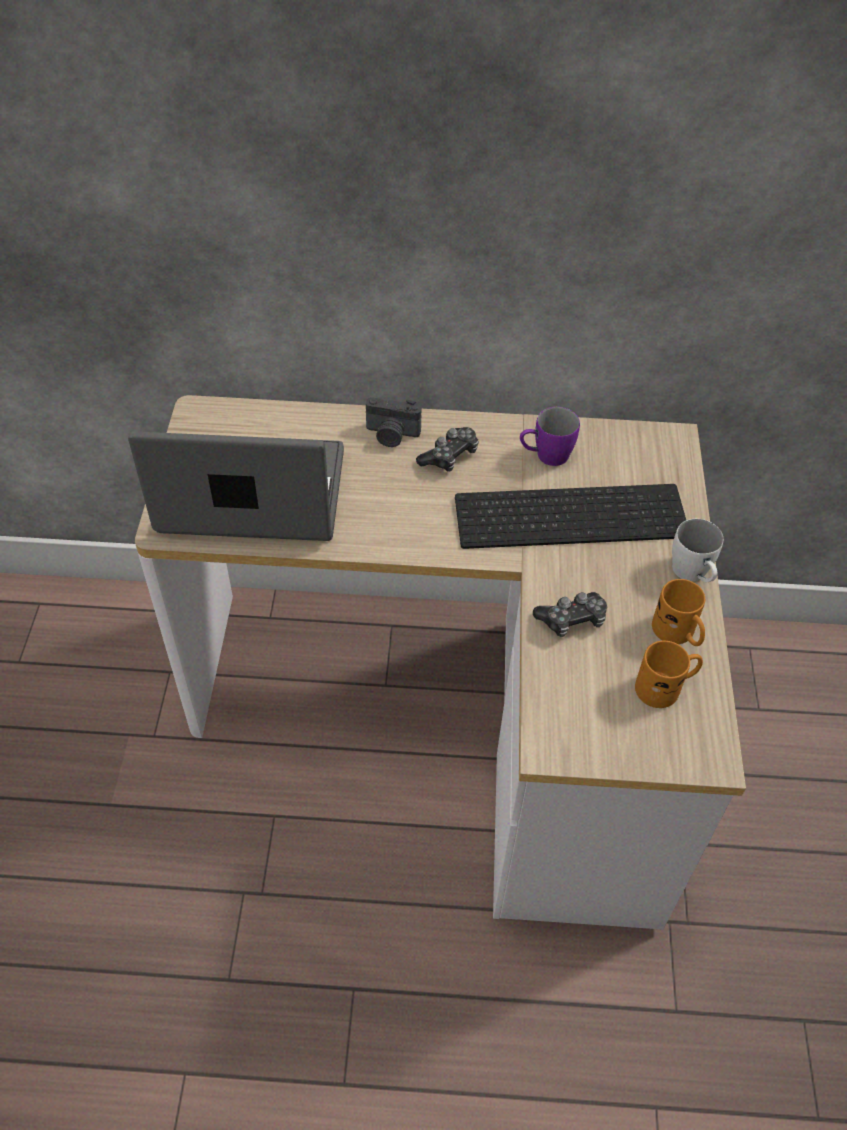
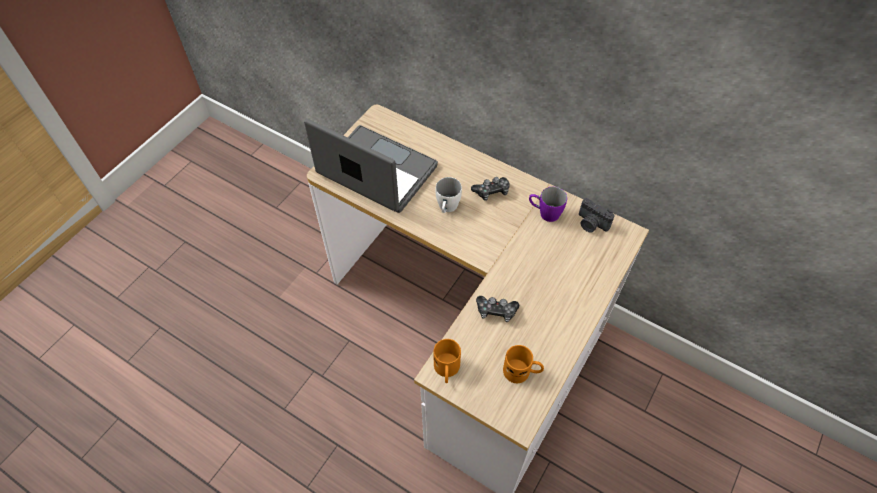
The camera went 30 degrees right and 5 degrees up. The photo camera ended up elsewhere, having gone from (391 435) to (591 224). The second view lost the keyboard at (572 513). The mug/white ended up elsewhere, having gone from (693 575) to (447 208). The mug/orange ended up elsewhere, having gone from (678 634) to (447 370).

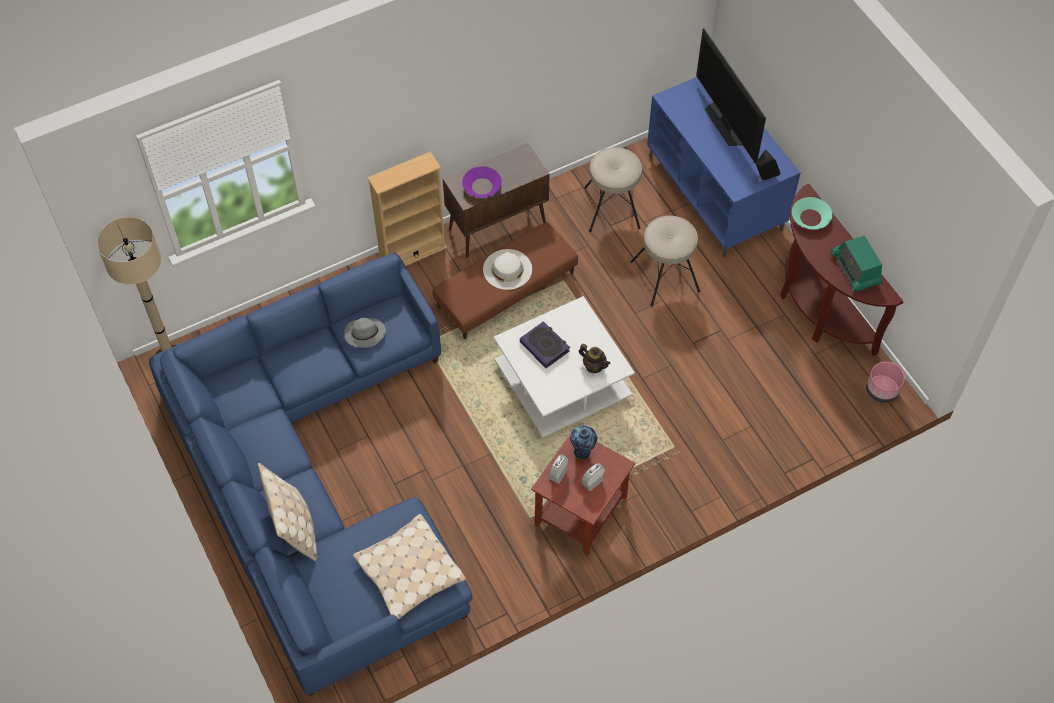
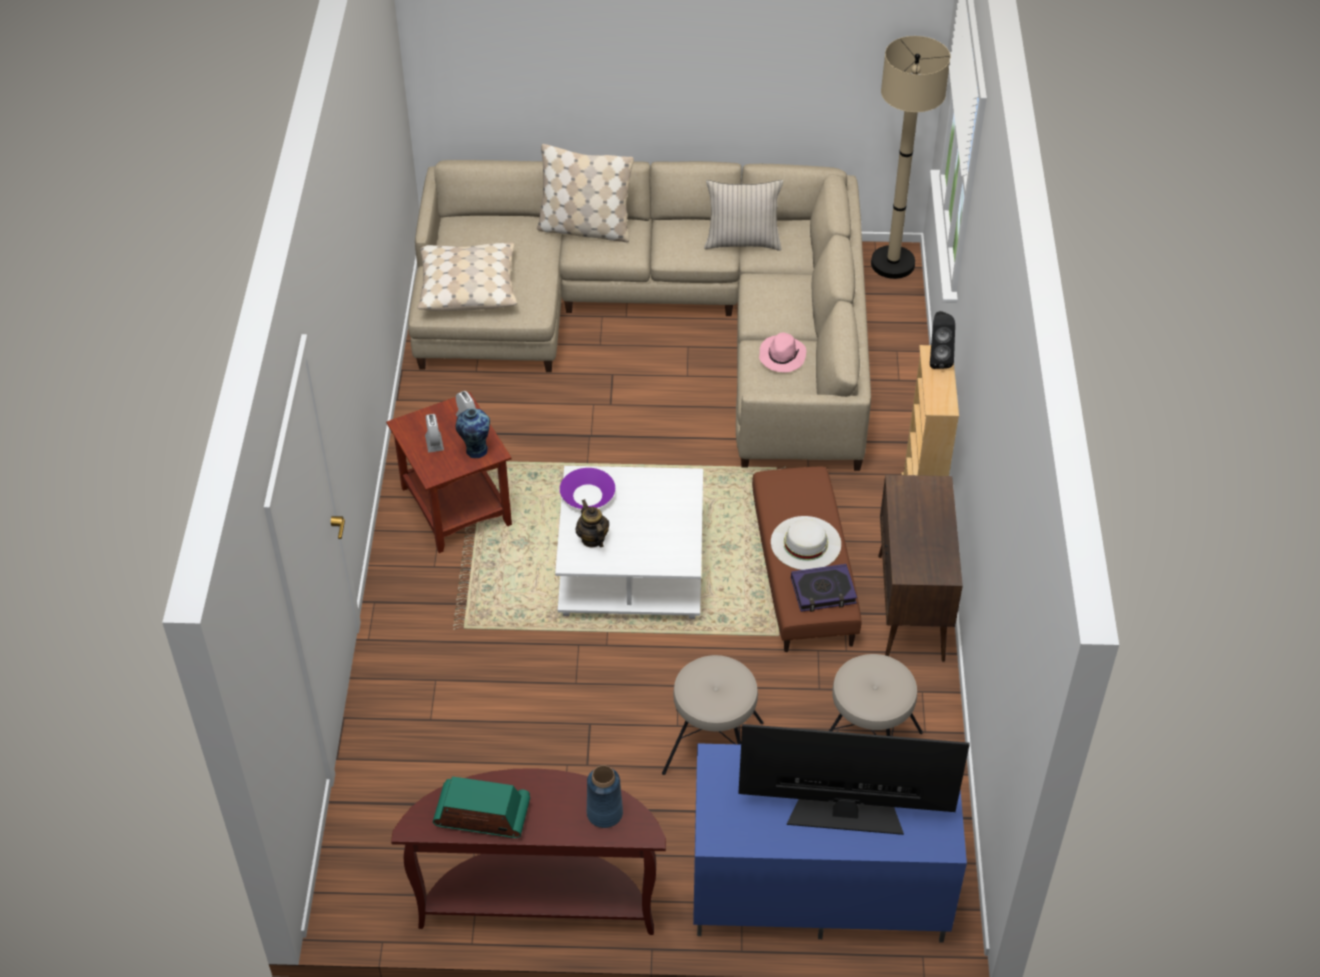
The camera went 120 degrees right and 10 degrees down. The speaker/black ended up elsewhere, having gone from (764 178) to (938 359). The bowl/purple ended up elsewhere, having gone from (482 186) to (587 495). Where the bowl/turquoise stood at (810 217), the vase/blue came to stand at (604 813). What was the sofa/blue at (316 481) turned into the sofa/beige at (662 319). What was the hat/grey at (364 334) turned into the hat/pink at (782 356). The book ended up elsewhere, having gone from (545 346) to (823 591). The teapot at (594 366) ended up facing another way, 90 degrees clockwise from before. The second view lost the planter/pink at (881 391). The second view gained the pillow/beige at (742 241).

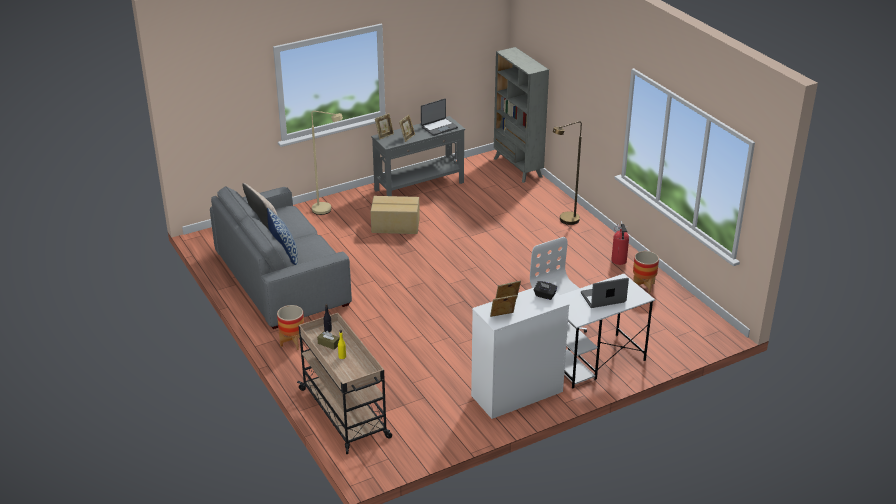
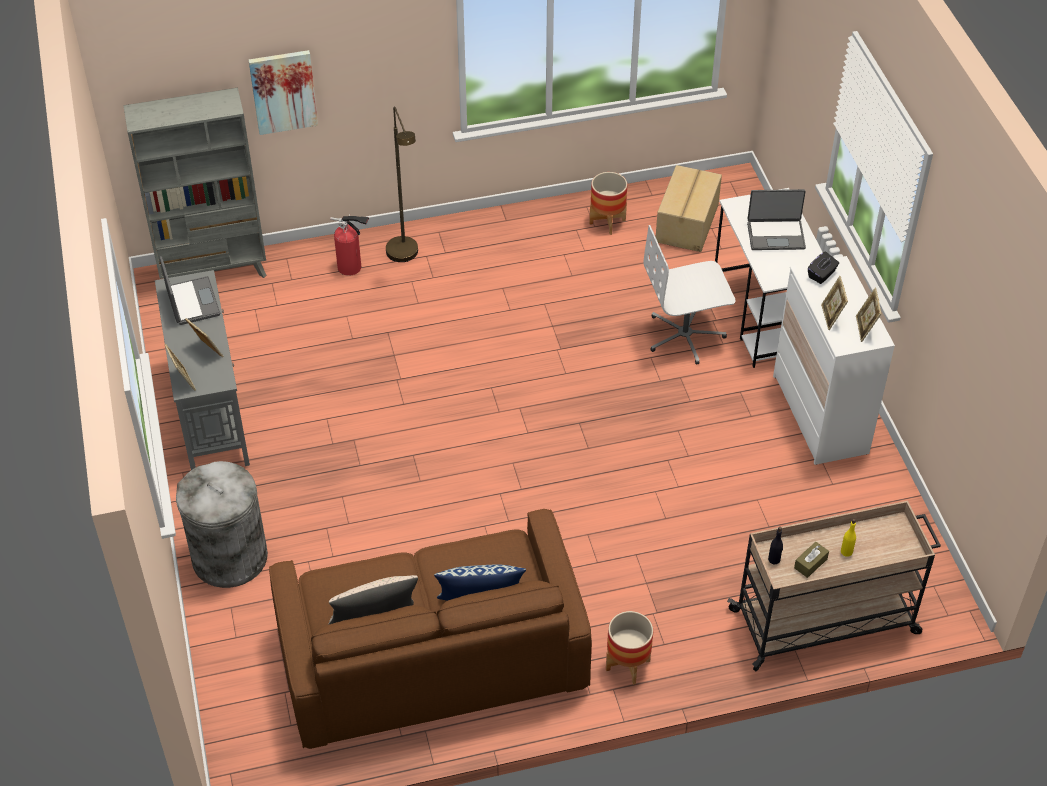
The camera went 75 degrees left and 15 degrees up. Where the floor lamp/beige stood at (327 210), the trash can/grey came to stand at (229 557). What was the sofa/grey at (281 278) turned into the sofa/brown at (431 658). The cardboard box ended up elsewhere, having gone from (395 226) to (688 223). The fire extinguisher ended up elsewhere, having gone from (619 261) to (352 267). The laptop at (603 298) ended up facing another way, 90 degrees counterclockwise from before. The second view gained the picture at (283 91).

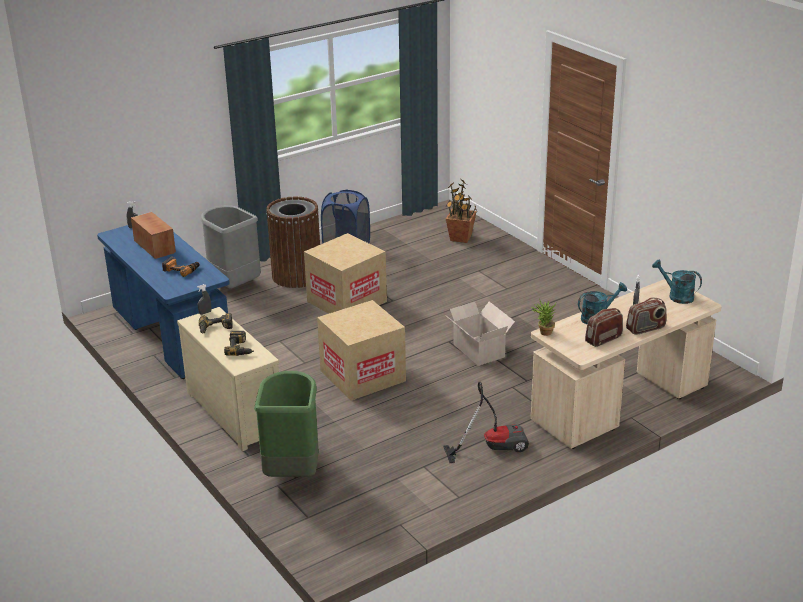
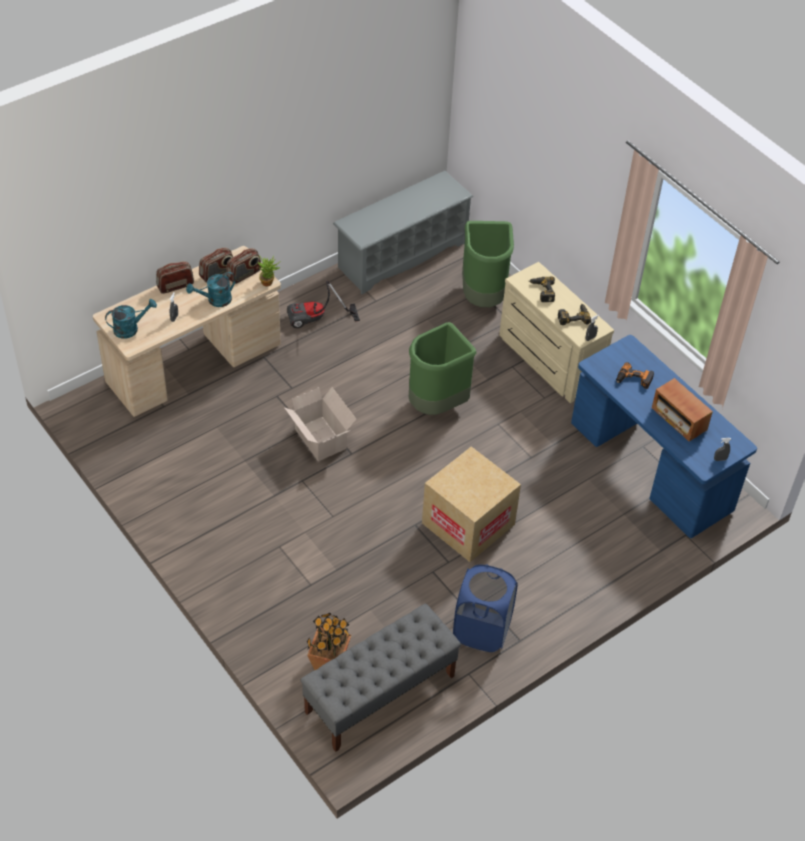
The camera went 175 degrees right and 20 degrees up. The second view lost the trash can/brown at (297 275). The second view lost the trash can/grey at (233 285). The watering can/turquoise at (676 296) ended up facing another way, 60 degrees counterclockwise from before. Where the cardboard box stood at (362 376), the trash can/green came to stand at (437 404). The second view gained the shoe rack/grey at (402 255). The second view gained the radio at (244 274). The second view gained the bench/grey at (379 694).

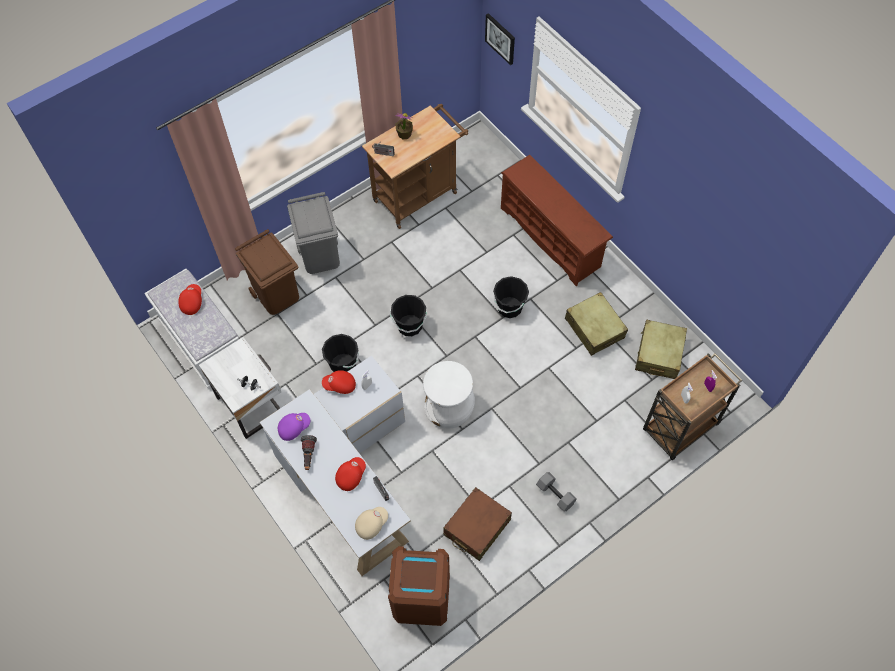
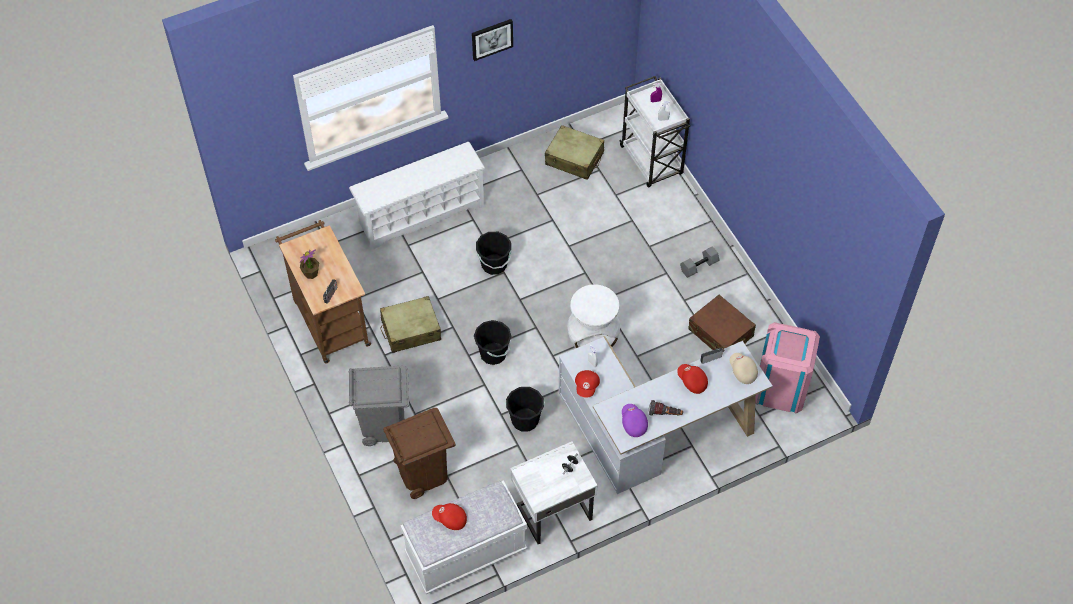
The camera went 80 degrees left and 5 degrees down. The picture ended up elsewhere, having gone from (500 38) to (492 38). What was the shoe rack/brown at (551 237) turned into the shoe rack/white at (421 214). The suitcase/beige ended up elsewhere, having gone from (594 328) to (410 330). What was the cart/brown at (679 428) turned into the cart/white at (652 161). What was the trash can/brown at (421 597) turned into the trash can/pink at (780 388).

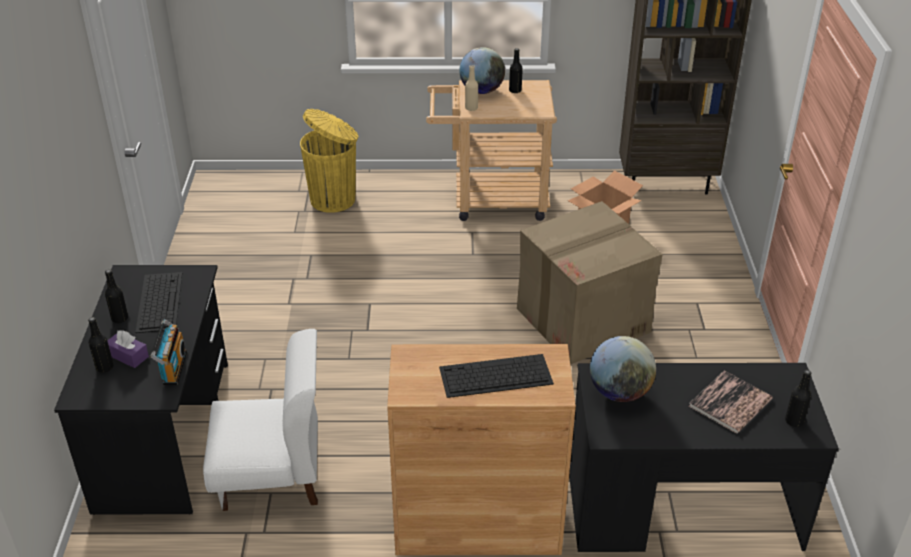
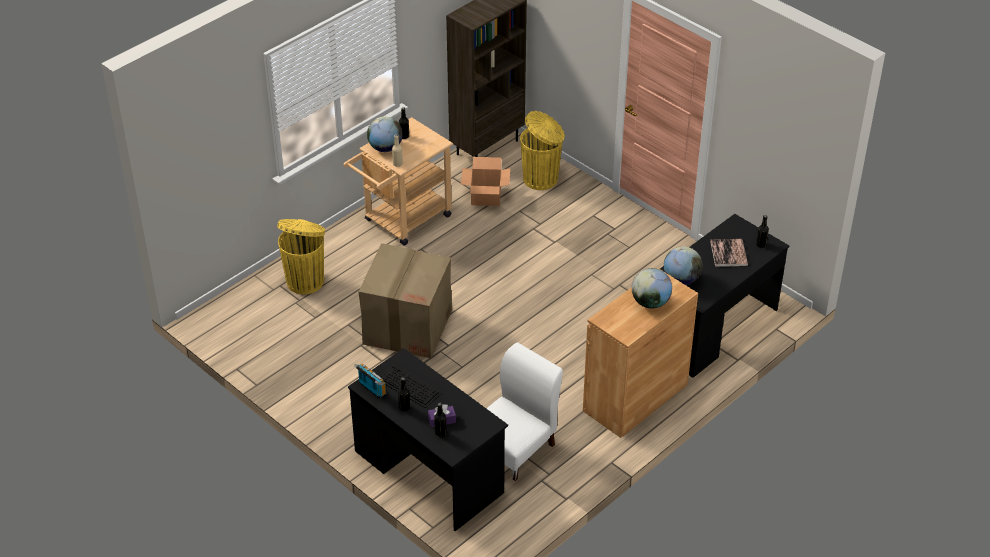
The camera went 45 degrees left and 5 degrees up. The cardboard box ended up elsewhere, having gone from (584 320) to (408 326). The radio ended up elsewhere, having gone from (172 368) to (371 389). Where the keyboard stood at (494 376), the globe came to stand at (650 303). The second view gained the trash can/yellow at (541 179).

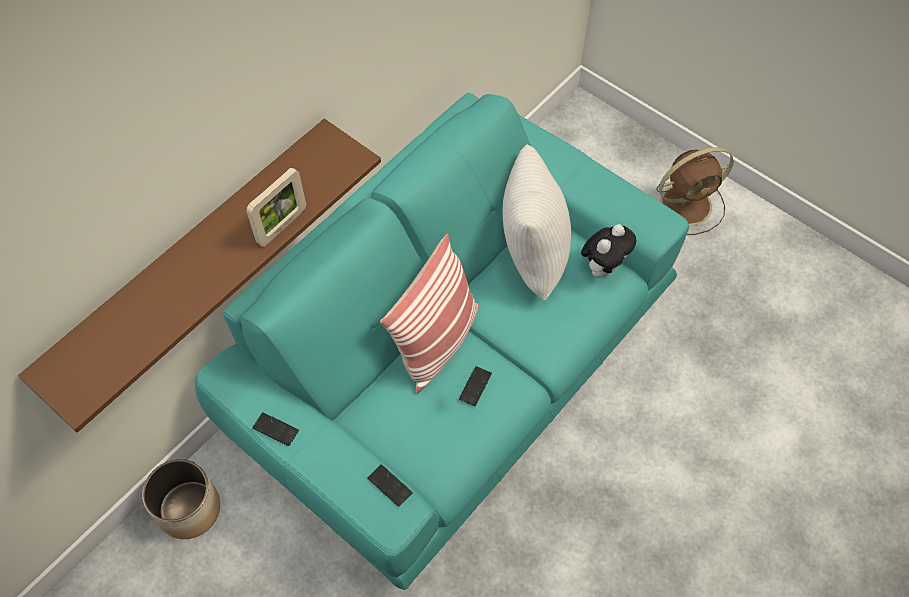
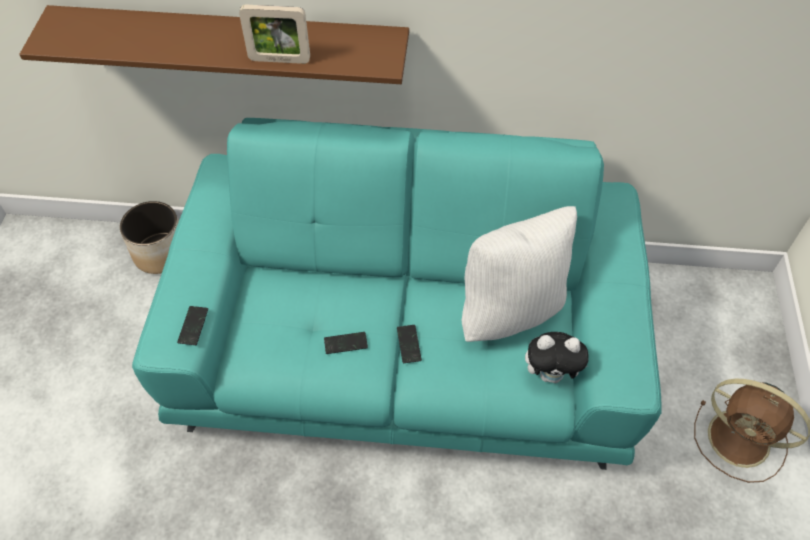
The camera went 55 degrees right and 5 degrees down. The second view lost the pillow at (437 342). The phone ended up elsewhere, having gone from (276 429) to (409 344).

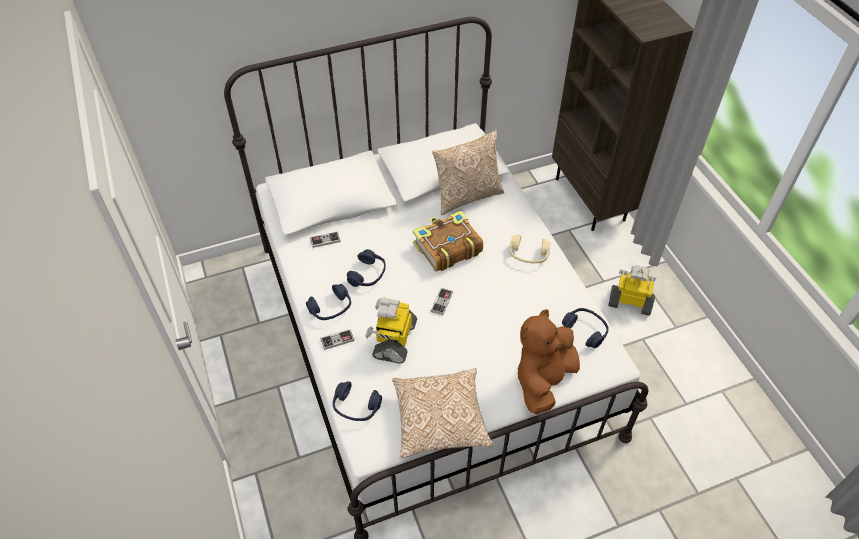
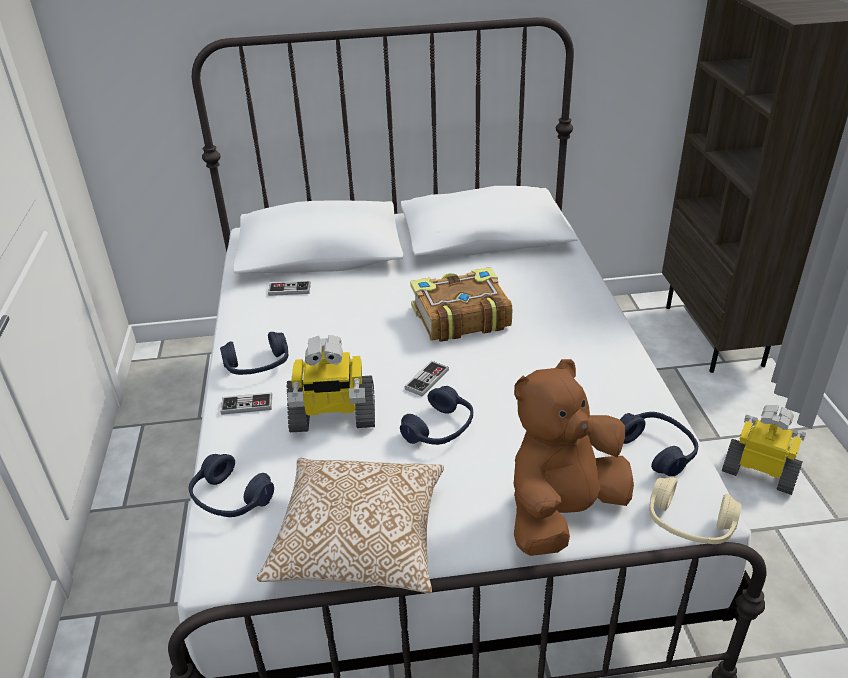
The camera went 15 degrees right and 15 degrees down. The second view lost the pillow at (467 196). The headphones/beige ended up elsewhere, having gone from (528 255) to (689 524). The headphones/blue ended up elsewhere, having gone from (368 274) to (440 429). The toy robot at (394 339) ended up facing another way, 120 degrees counterclockwise from before.

